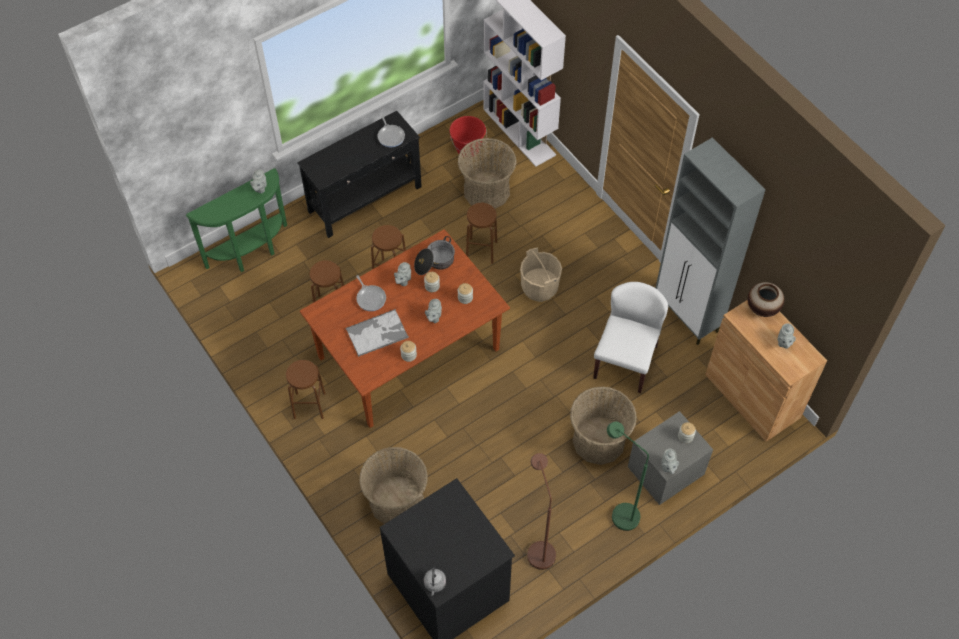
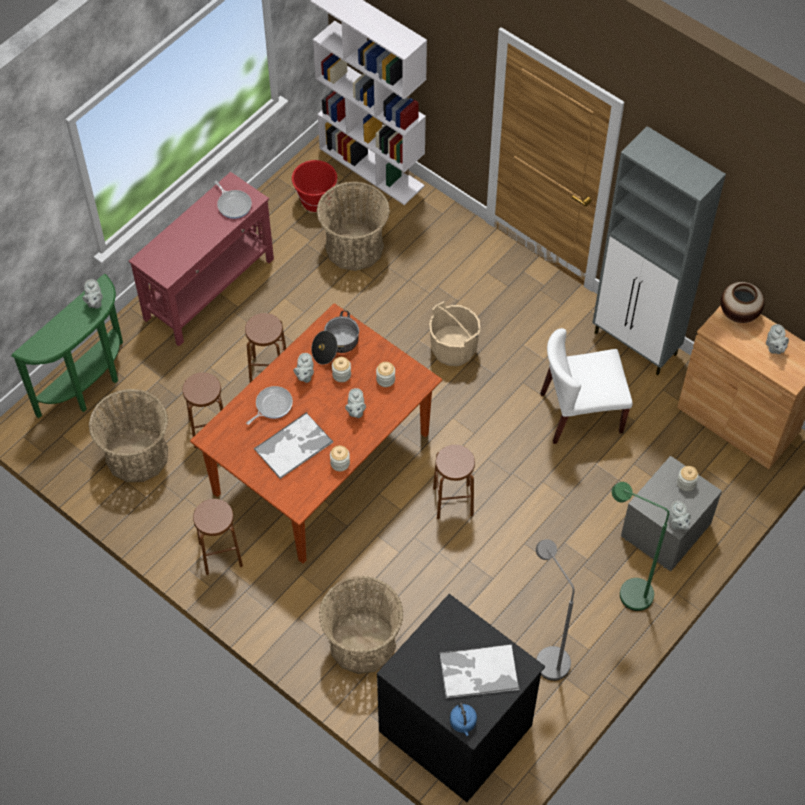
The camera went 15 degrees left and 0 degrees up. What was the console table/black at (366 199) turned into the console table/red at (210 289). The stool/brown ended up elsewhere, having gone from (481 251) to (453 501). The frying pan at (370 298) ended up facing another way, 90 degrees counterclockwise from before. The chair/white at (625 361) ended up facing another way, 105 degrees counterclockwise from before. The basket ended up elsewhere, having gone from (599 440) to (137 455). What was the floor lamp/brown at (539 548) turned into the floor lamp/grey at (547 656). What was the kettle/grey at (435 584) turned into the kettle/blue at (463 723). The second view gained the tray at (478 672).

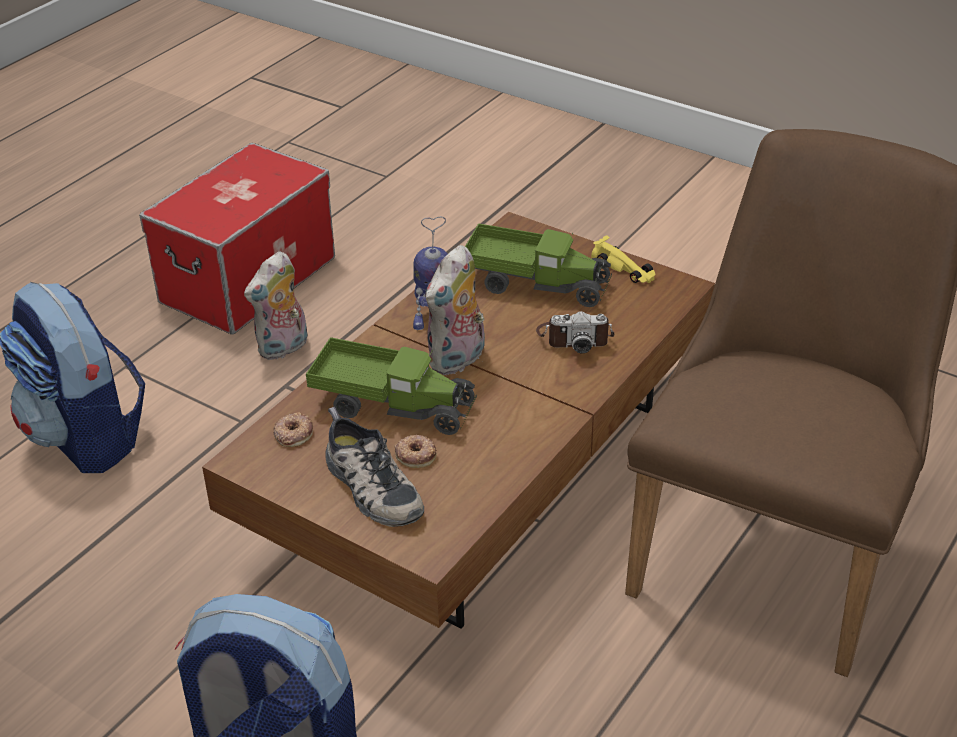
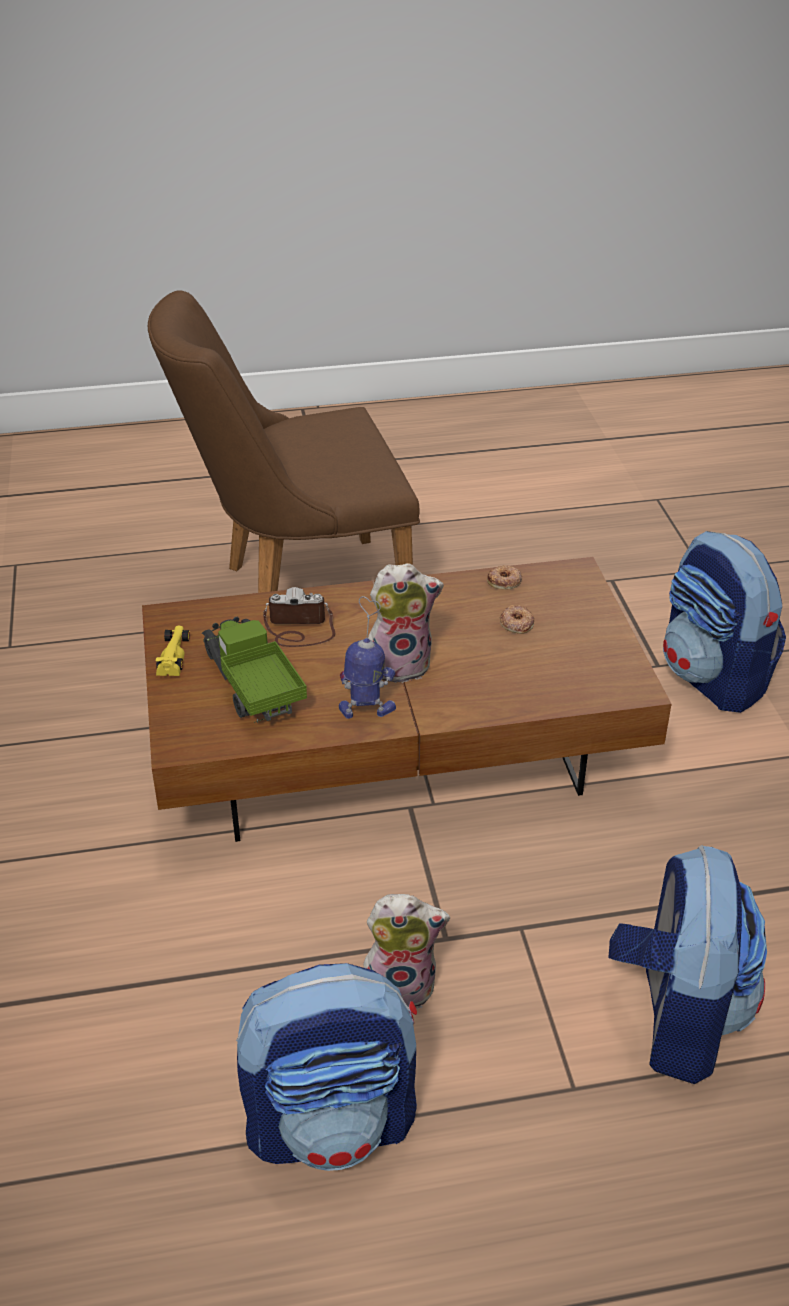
The camera went 135 degrees left and 0 degrees up. Where the storage box stood at (249 280), the backpack came to stand at (332 1122). The photo camera at (574 337) ended up facing another way, 45 degrees counterclockwise from before. The second view lost the toy truck at (392 405). The second view lost the shoe at (369 487). The donut ended up elsewhere, having gone from (293 433) to (504 581).

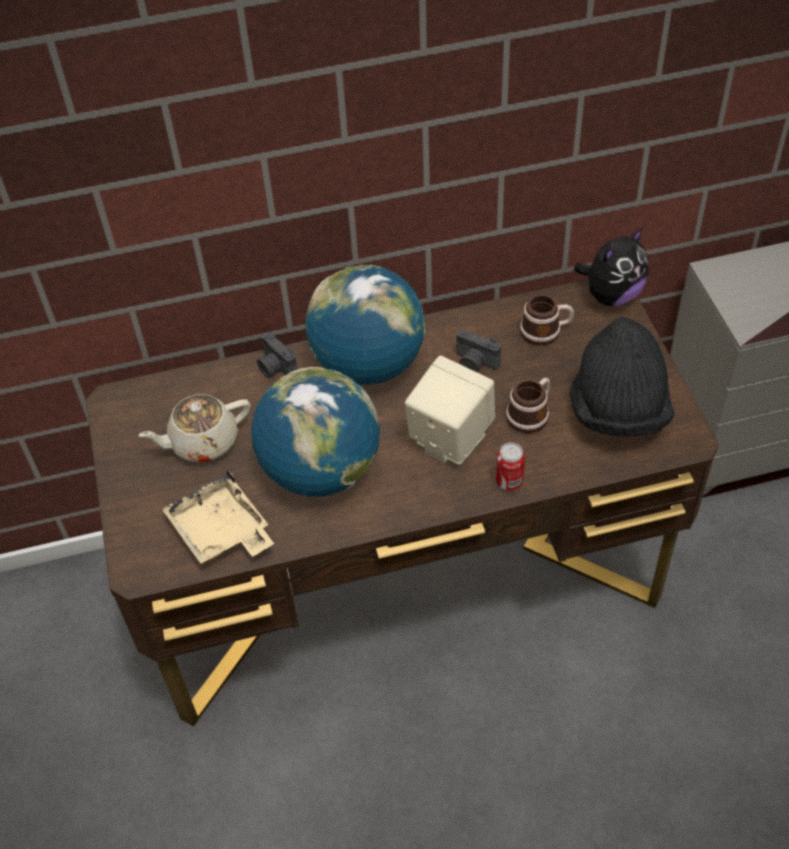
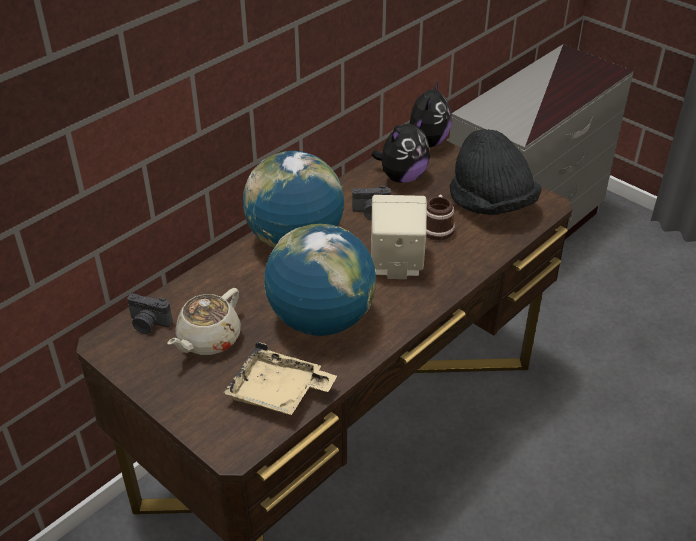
The camera went 35 degrees left and 10 degrees down. Where the mug stood at (546 331), the plush toy came to stand at (402 177). The photo camera ended up elsewhere, having gone from (276 368) to (148 324). The second view lost the can at (509 482).

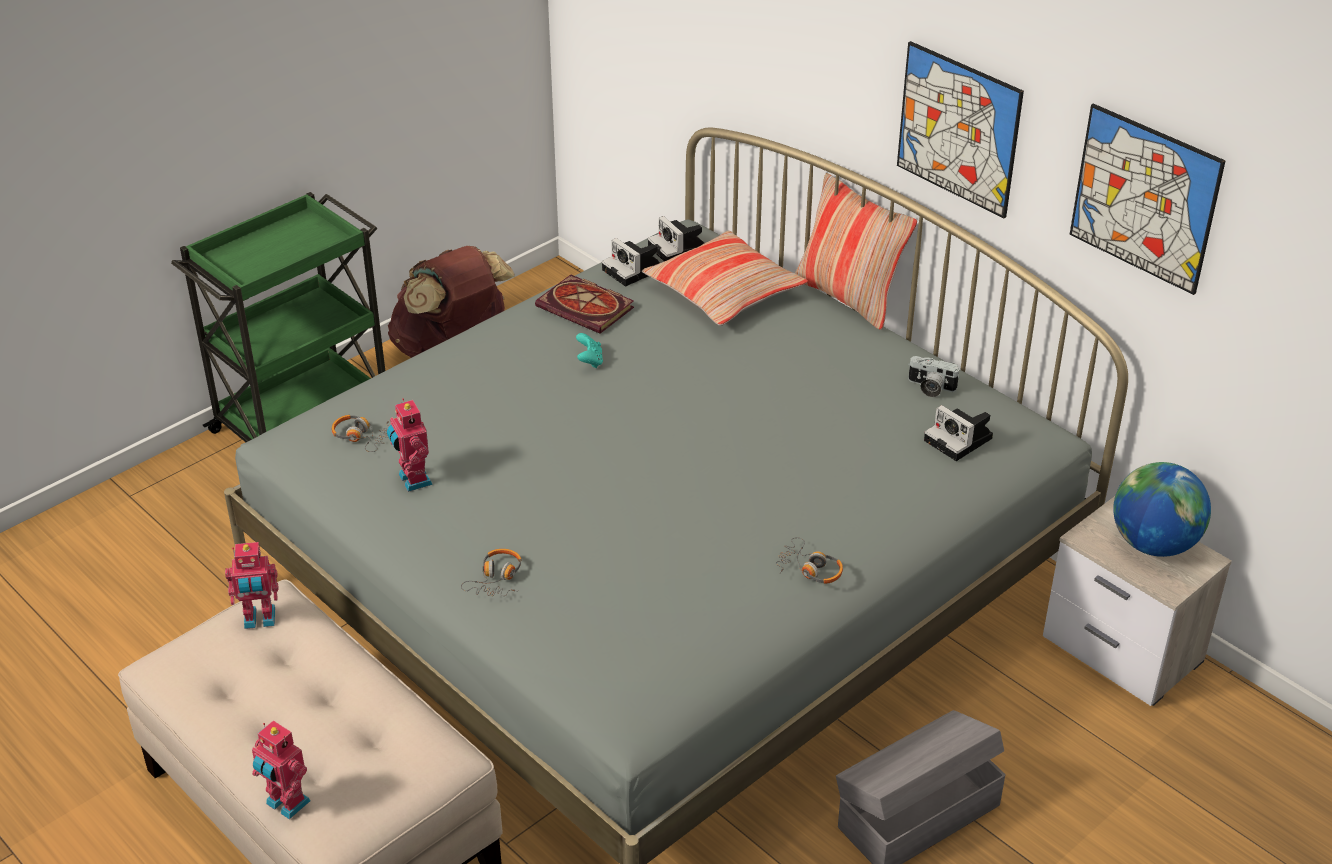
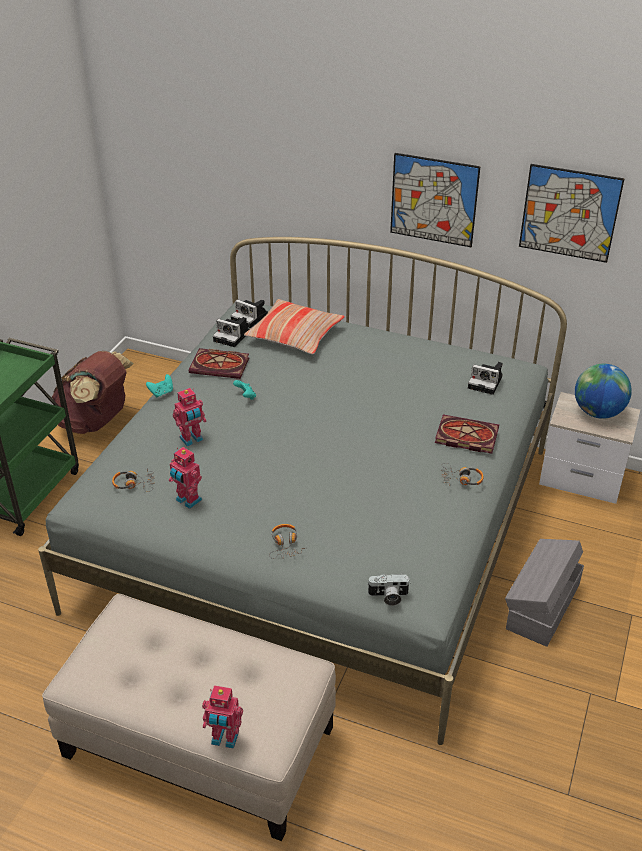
The camera went 25 degrees left and 0 degrees up. The second view lost the pillow at (849 297). The photo camera ended up elsewhere, having gone from (930 388) to (388 596). The toy robot ended up elsewhere, having gone from (259 620) to (192 439). The second view gained the game controller/turquoise at (161 392). The second view gained the book at (465 436).

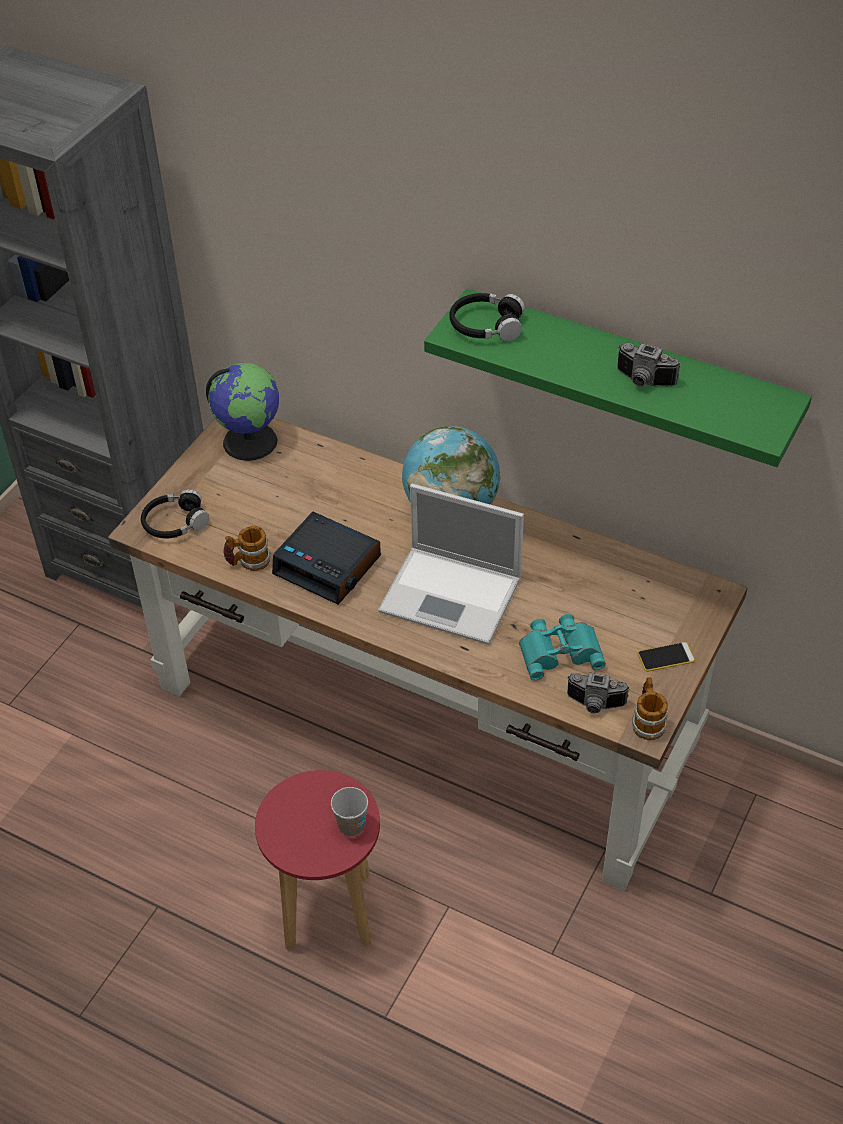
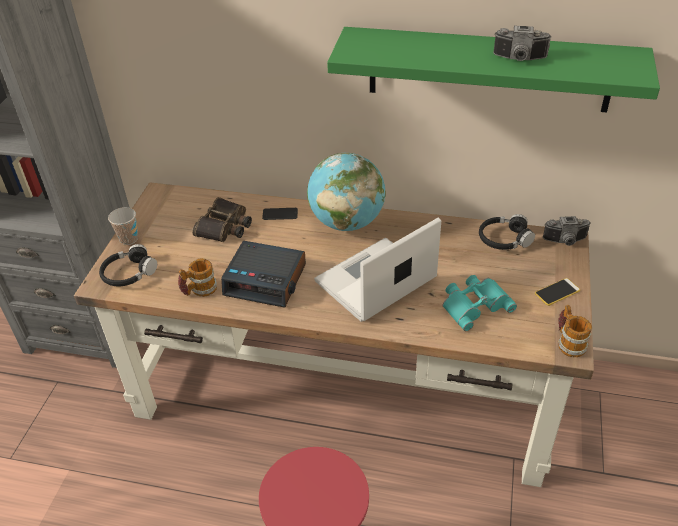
The camera went 15 degrees left and 5 degrees down. The headphones/black ended up elsewhere, having gone from (486 325) to (504 239). The second view lost the globe at (250 441). The laptop at (453 595) ended up facing another way, 135 degrees clockwise from before. The photo camera ended up elsewhere, having gone from (595 705) to (566 241). The cup ended up elsewhere, having gone from (351 826) to (128 239). The second view gained the binoculars at (225 226). The second view gained the phone at (280 214).

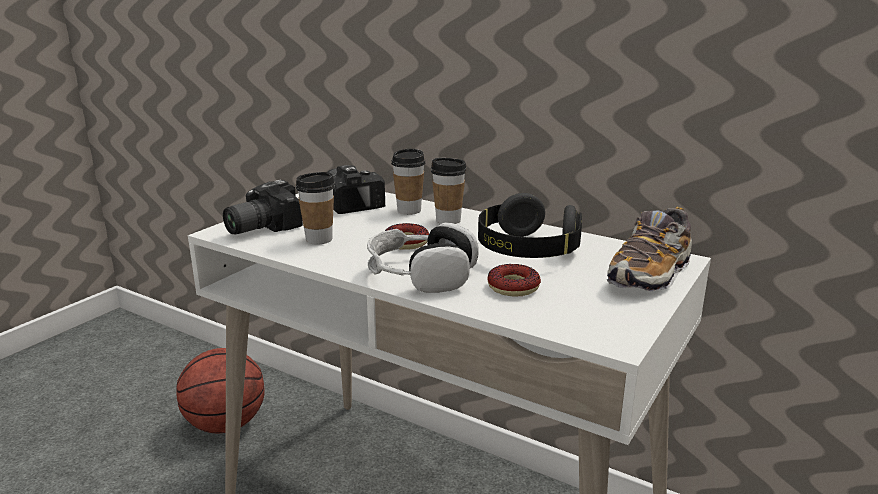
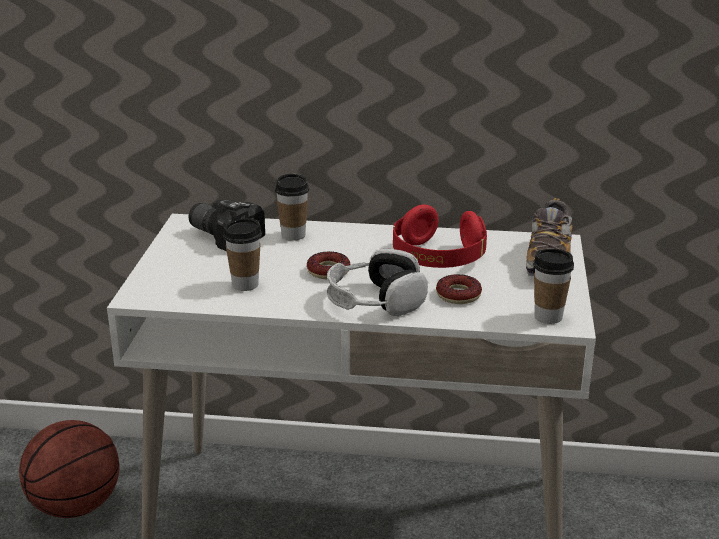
The camera went 25 degrees left and 5 degrees up. The cup ended up elsewhere, having gone from (448 220) to (548 317). The second view lost the photo camera at (259 227). What was the headphones/black at (526 251) turned into the headphones/red at (438 258).

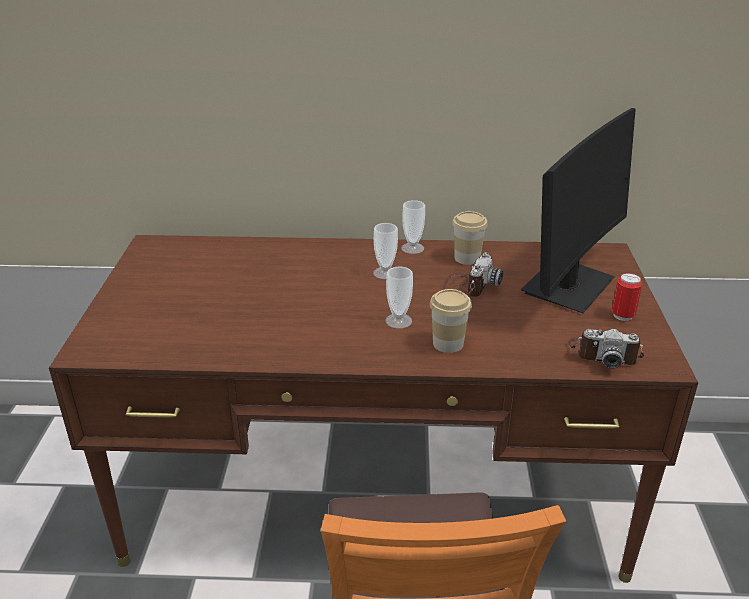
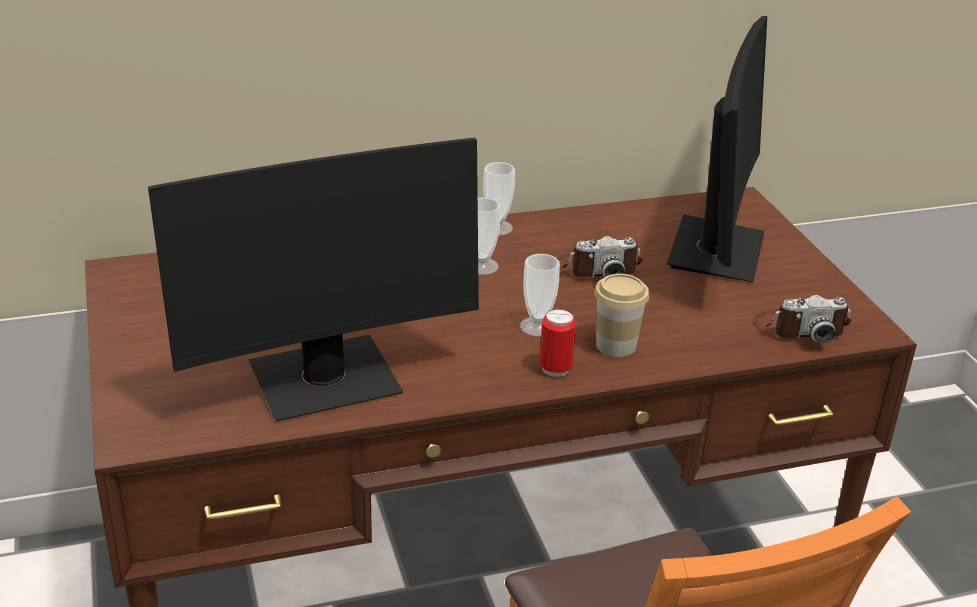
The camera went 20 degrees left and 0 degrees up. The second view lost the cup at (467 258). The photo camera at (468 286) ended up facing another way, 75 degrees clockwise from before. The can ended up elsewhere, having gone from (622 315) to (555 369). The second view gained the monitor at (325 380).

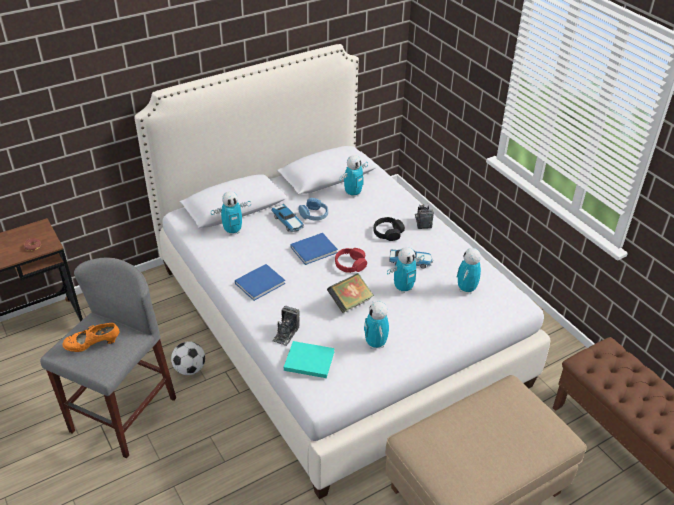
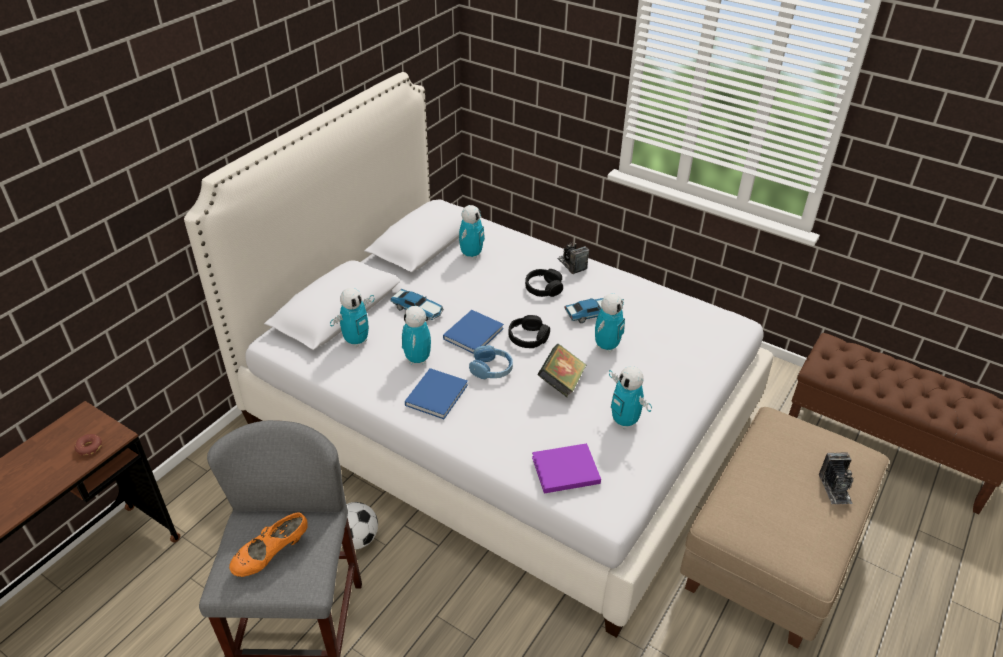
The camera went 25 degrees left and 0 degrees up. The headphones/blue ended up elsewhere, having gone from (314 215) to (491 369). What was the headphones/red at (350 264) turned into the headphones/black at (528 338). The toy robot ended up elsewhere, having gone from (466 289) to (417 359). The photo camera ended up elsewhere, having gone from (286 334) to (835 488). What was the book/turquoise at (307 360) turned into the book/purple at (563 470).

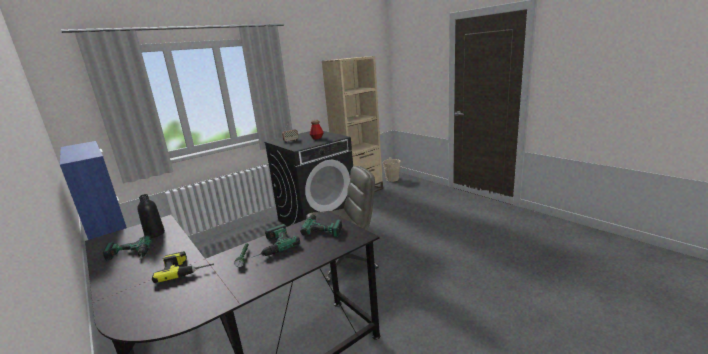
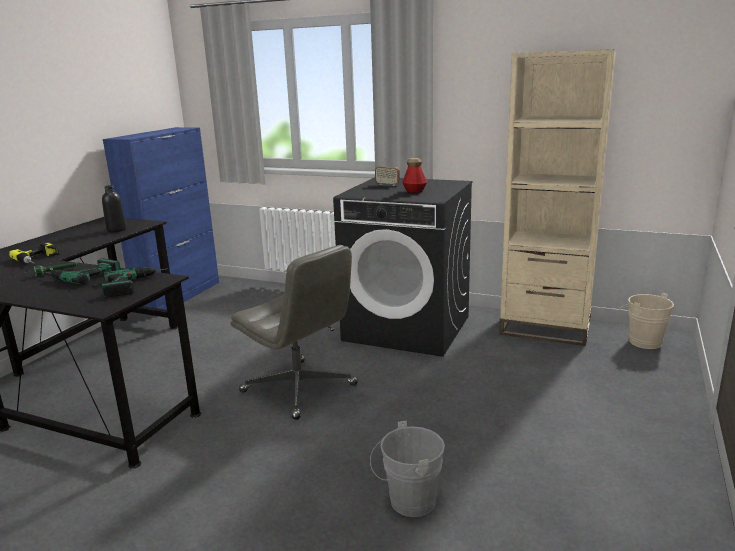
The camera went 60 degrees right and 0 degrees up. The second view lost the power drill at (128 256). The second view gained the bucket/grey at (407 502).

